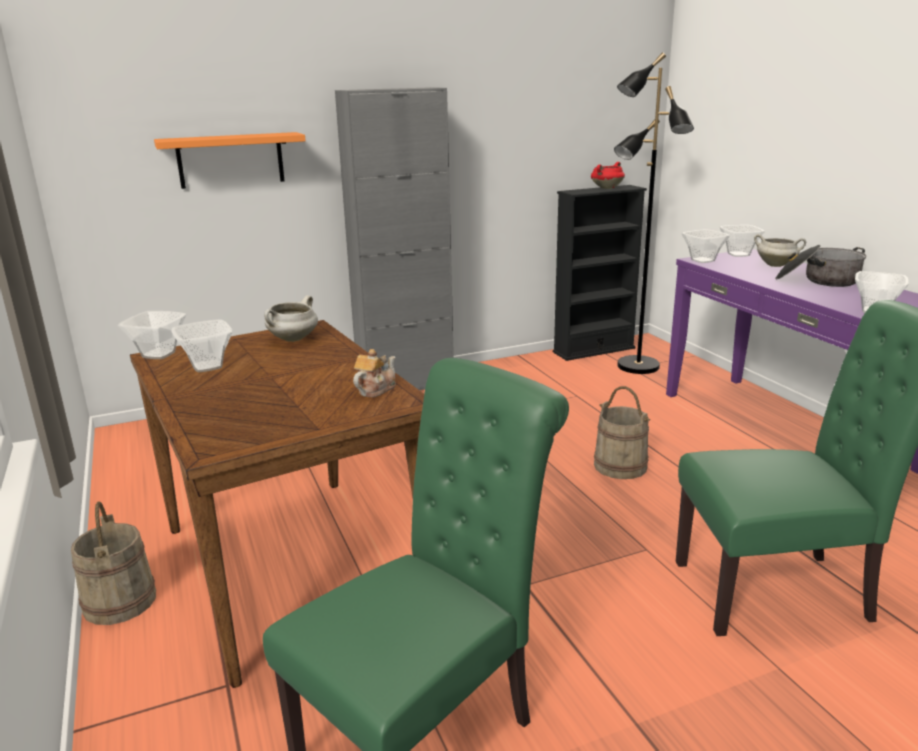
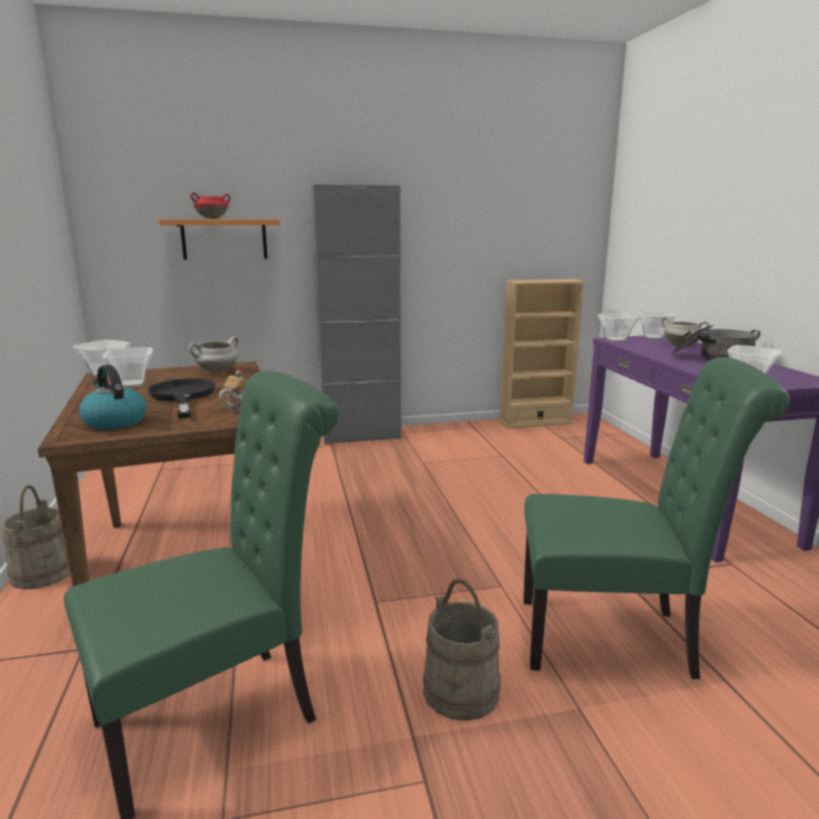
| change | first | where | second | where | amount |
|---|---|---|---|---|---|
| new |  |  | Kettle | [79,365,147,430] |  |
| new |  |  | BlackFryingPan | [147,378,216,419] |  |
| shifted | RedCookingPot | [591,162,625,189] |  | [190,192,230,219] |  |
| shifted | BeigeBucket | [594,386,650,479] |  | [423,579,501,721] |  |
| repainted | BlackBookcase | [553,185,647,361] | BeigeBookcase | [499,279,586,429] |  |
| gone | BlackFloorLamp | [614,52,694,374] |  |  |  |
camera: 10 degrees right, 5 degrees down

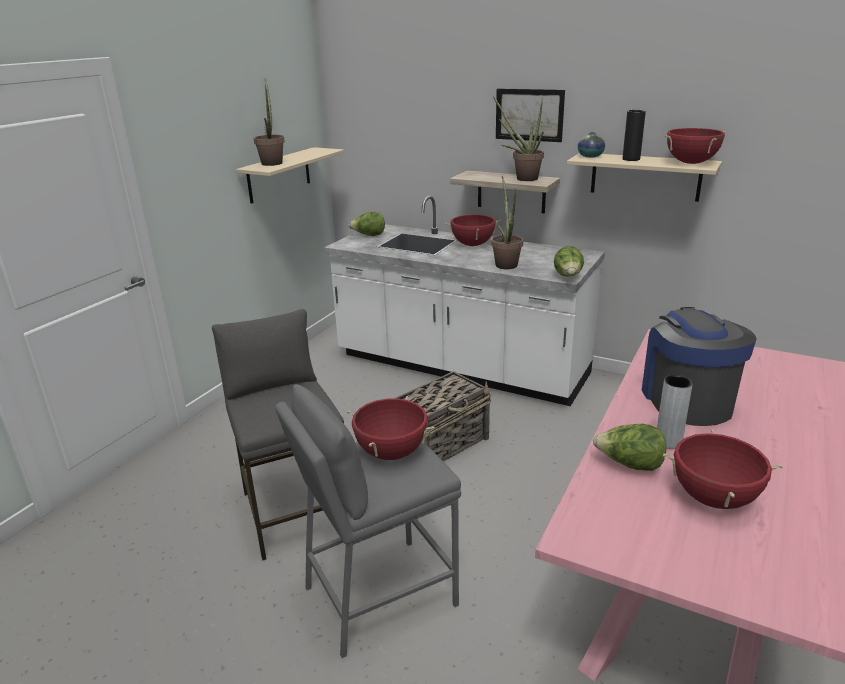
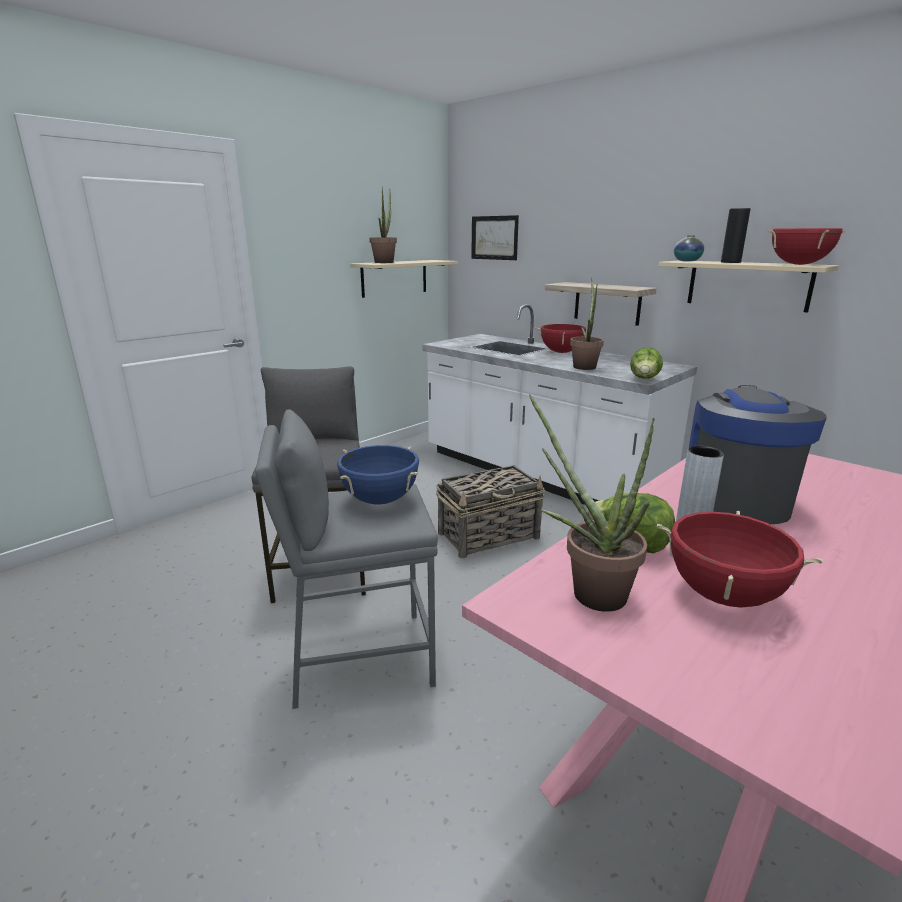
| change | first | where | second | where | amount |
|---|---|---|---|---|---|
| repainted | RedCookingPot | [347,396,434,460] | BlueCookingPot | [337,445,419,504] |  |
| shifted | Picture | [496,88,565,142] |  | [471,215,519,260] |  |
| shifted | PottedPlant | [493,96,544,181] |  | [529,395,655,612] |  |
| gone | Lettuce | [349,212,385,236] |  |  |  |
camera: 15 degrees right, 5 degrees down

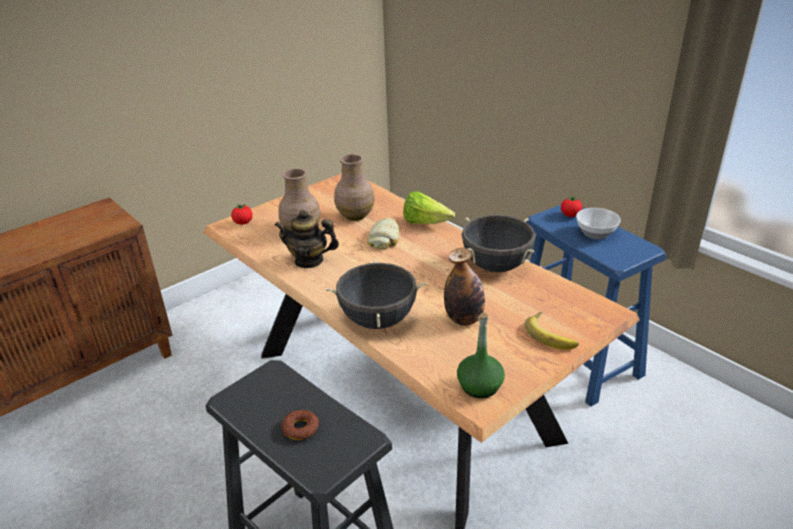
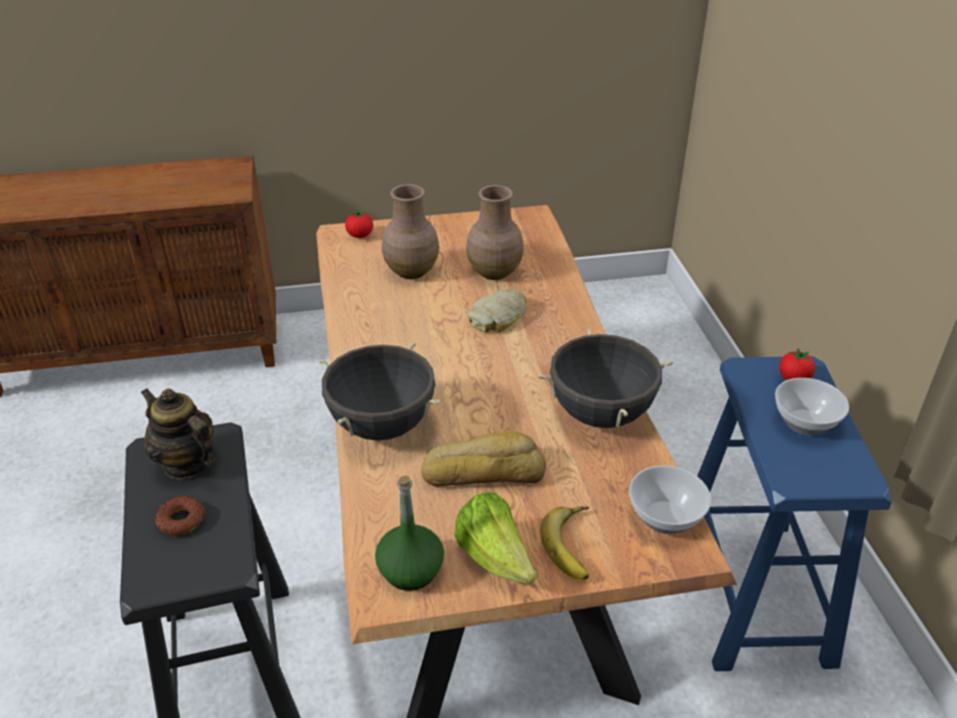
| change | first | where | second | where | amount |
|---|---|---|---|---|---|
| shifted | Teapot | [274,210,339,268] |  | [141,388,216,479] |  |
| swapped | Bottle | [444,248,485,326] | Bread | [421,431,546,486] |  |
| shifted | Lettuce | [403,191,455,224] |  | [454,492,537,584] |  |
| new |  |  | Bowl | [629,466,711,534] |  |
camera: 30 degrees right, 5 degrees up

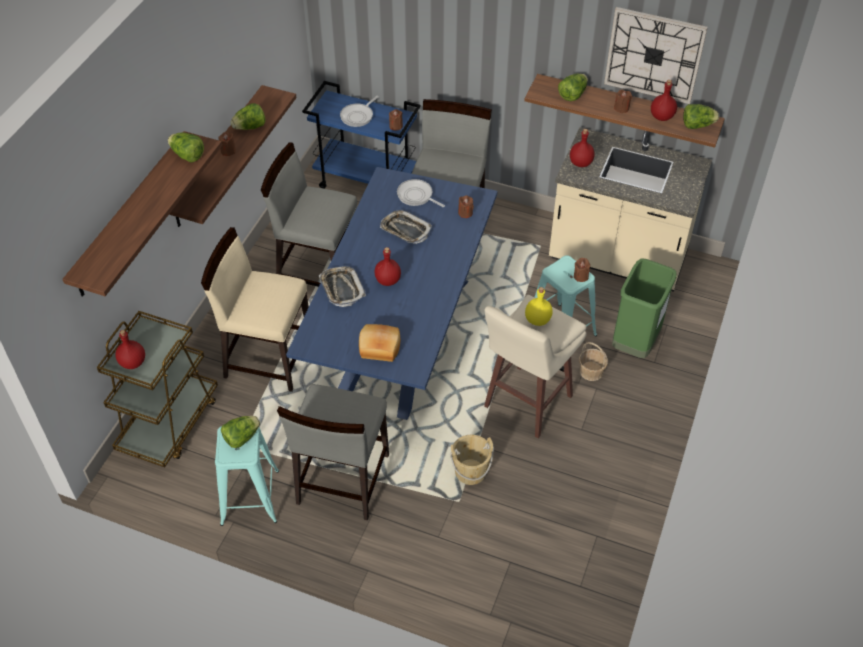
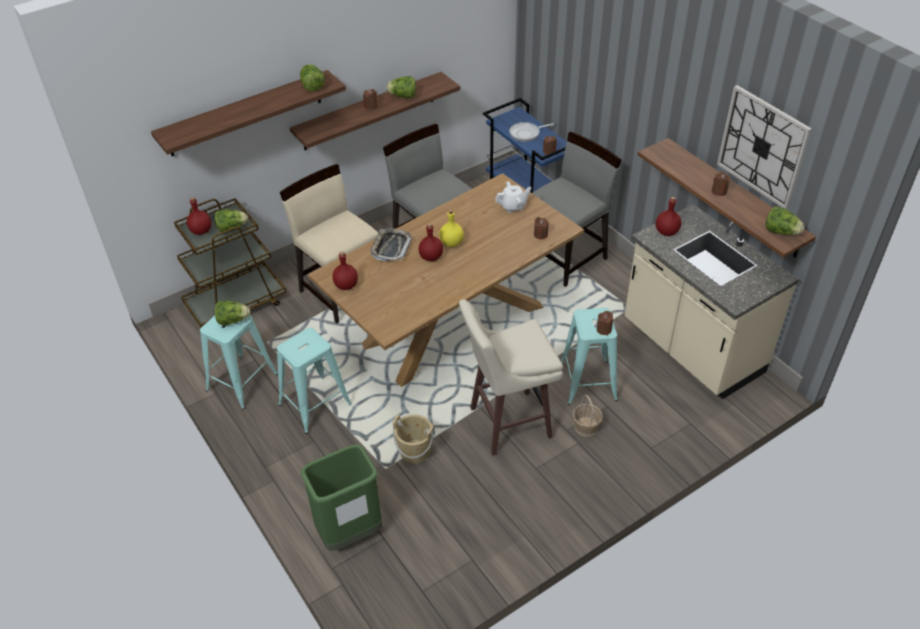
| change | first | where | second | where | amount |
|---|---|---|---|---|---|
| shifted | Lettuce | [558,73,588,101] |  | [215,209,248,232] |  |
| swapped | GreyChair | [277,384,389,520] | TurquoiseStool | [277,328,352,434] |  |
| shifted | GreenTrashCan | [612,259,677,358] |  | [301,444,382,551] |  |
| repainted | BlueDiningTable | [286,167,498,420] | BrownDiningTable | [308,173,584,387] |  |
| shifted | RedBottle | [651,80,677,121] |  | [333,251,358,290] |  |
| shifted | YellowBottle | [525,287,553,326] |  | [439,209,464,247] |  |
| swapped | FryingPan | [397,179,445,207] | WhiteTeapot | [495,182,531,213] |  |
| gone | Bread | [359,324,400,362] |  |  |  |
| gone | Tray | [380,210,432,244] |  |  |  |
camera: 35 degrees right, 5 degrees down

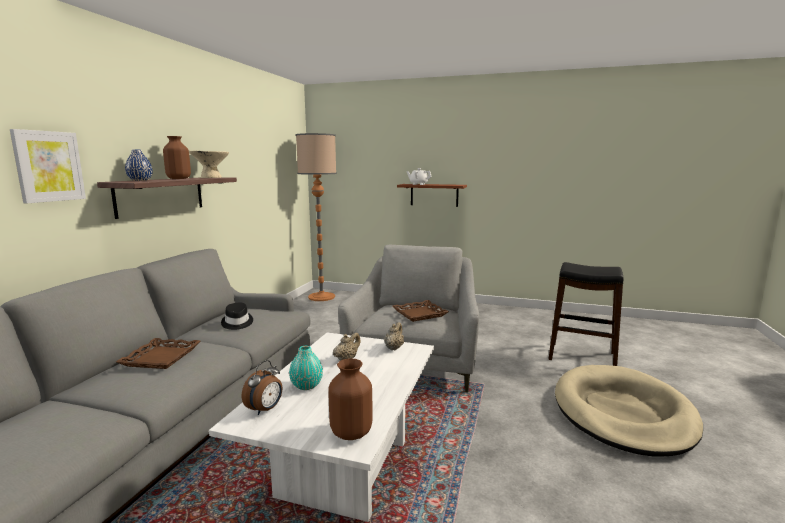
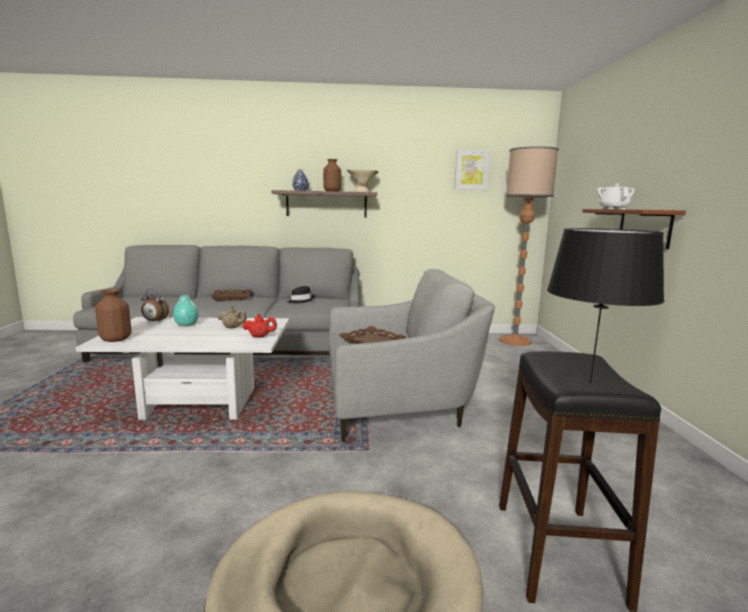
| change | first | where | second | where | amount |
|---|---|---|---|---|---|
| repainted | BeigeTeapot | [384,322,404,351] | RedTeapot | [243,314,277,338] |  |
| shifted | Picture | [10,129,86,203] |  | [455,149,491,190] |  |
| new |  |  | BlackTableLamp | [547,228,665,383] |  |
camera: 70 degrees right, 0 degrees up

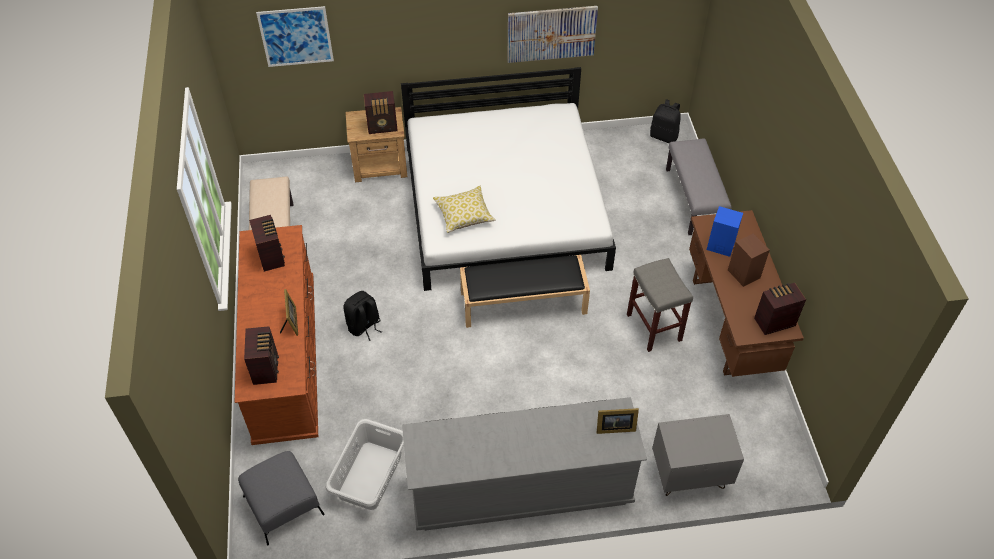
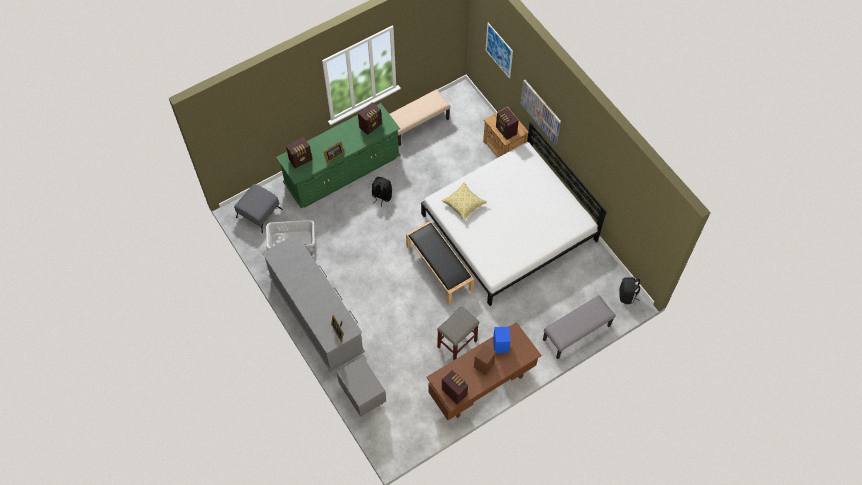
| change | first | where | second | where | amount |
|---|---|---|---|---|---|
| repainted | BrownDresser | [235,225,318,445] | GreenDresser | [276,103,400,208] |  |
| shifted | Picture | [507,6,598,63] |  | [520,80,561,145] |  |
camera: 65 degrees right, 10 degrees up

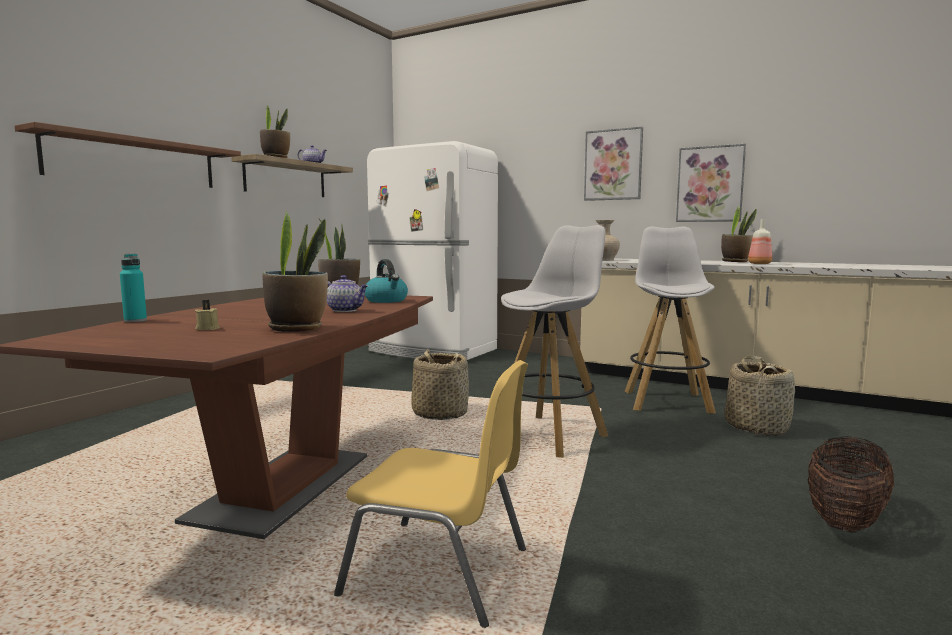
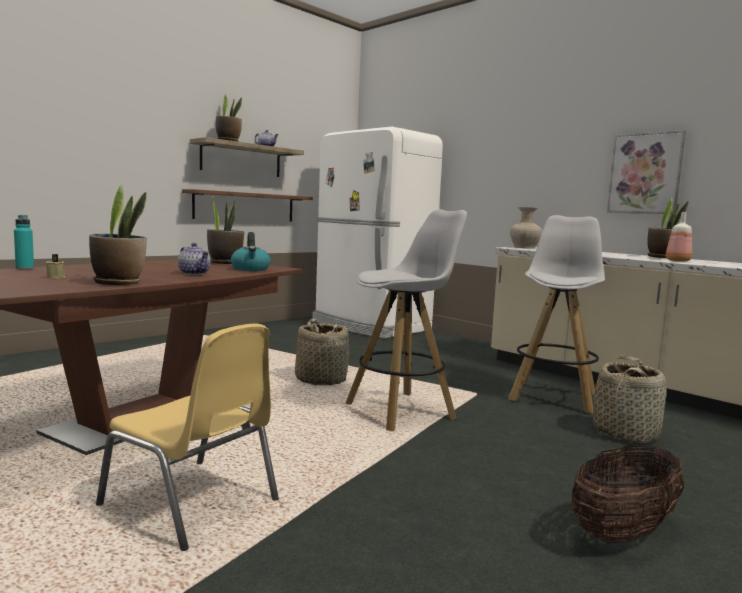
| change | first | where | second | where | amount |
|---|---|---|---|---|---|
| shifted | BrownShelf | [15,122,241,188] |  | [182,189,313,221] |  |
| gone | Picture | [584,127,643,201] |  |  |  |
camera: 15 degrees right, 0 degrees up

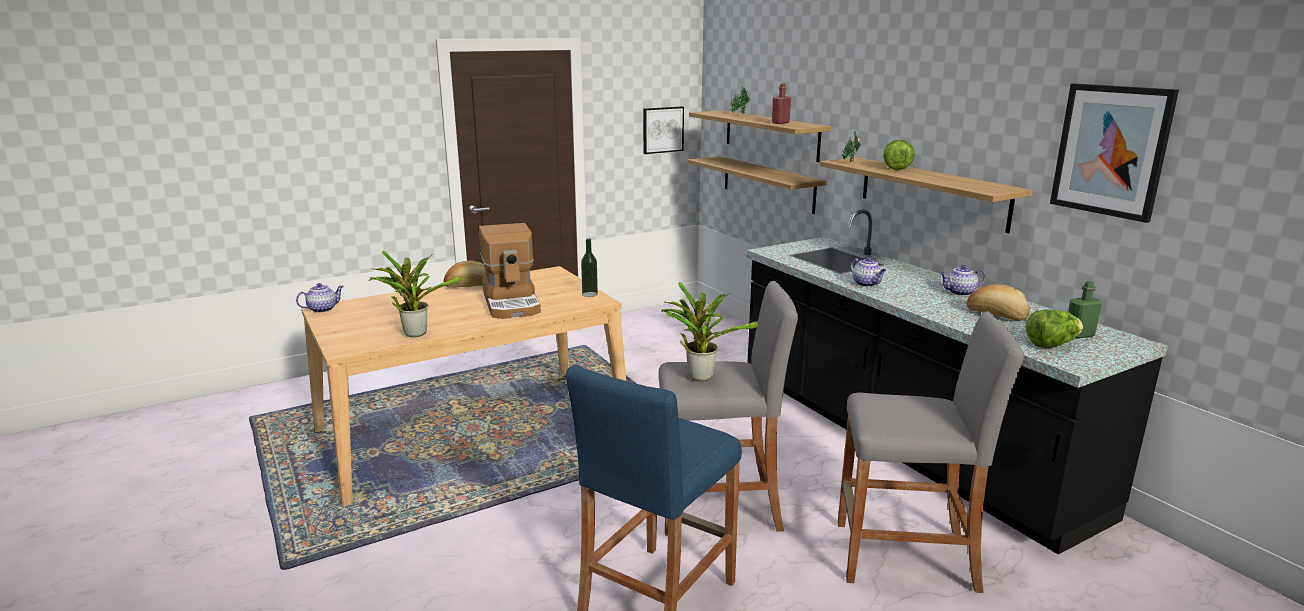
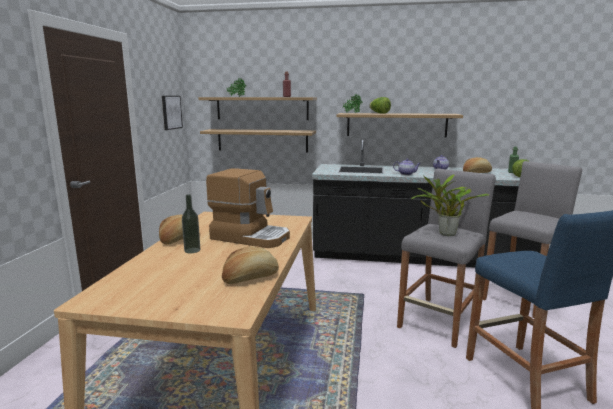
| change | first | where | second | where | amount |
|---|---|---|---|---|---|
| shifted | Bottle | [581,239,598,297] |  | [182,194,200,253] |  |
| swapped | PottedPlant | [368,251,462,337] | Bread | [222,247,279,284] |  |
| gone | Teapot | [296,283,343,313] |  |  |  |
| gone | Picture | [1050,83,1179,223] |  |  |  |
camera: 50 degrees left, 5 degrees down

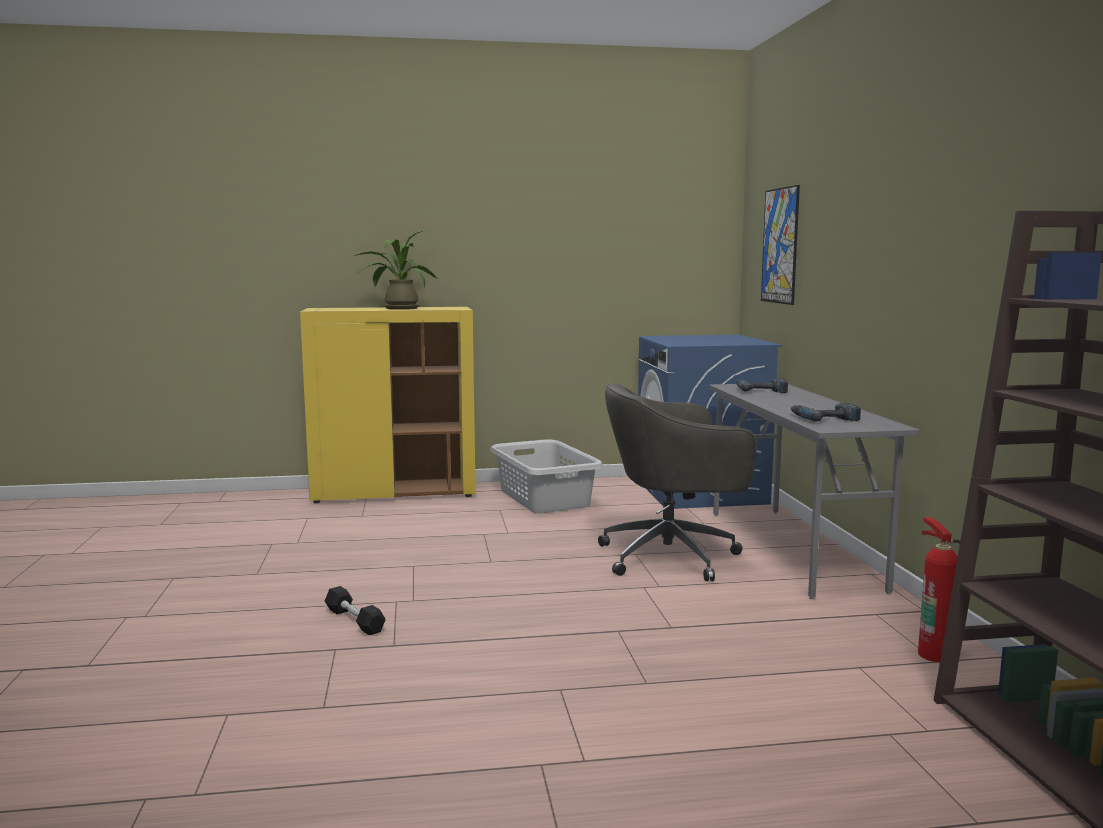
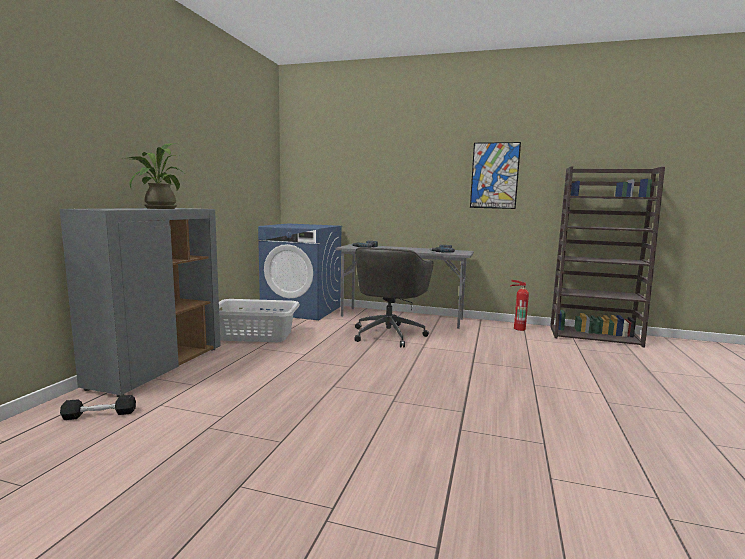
| change | first | where | second | where | amount |
|---|---|---|---|---|---|
| repainted | YellowCabinet | [300,307,476,503] | GreyCabinet | [60,208,221,397] |  |
| shifted | BlackDumbbell | [325,586,386,635] |  | [60,395,136,420] |  |
| shifted | Picture | [761,185,800,305] |  | [470,142,521,209] |  |
camera: 65 degrees left, 0 degrees up

